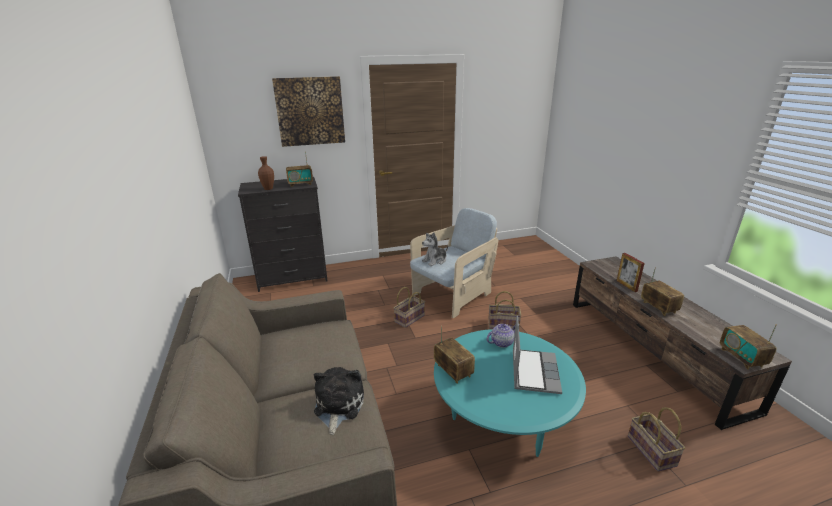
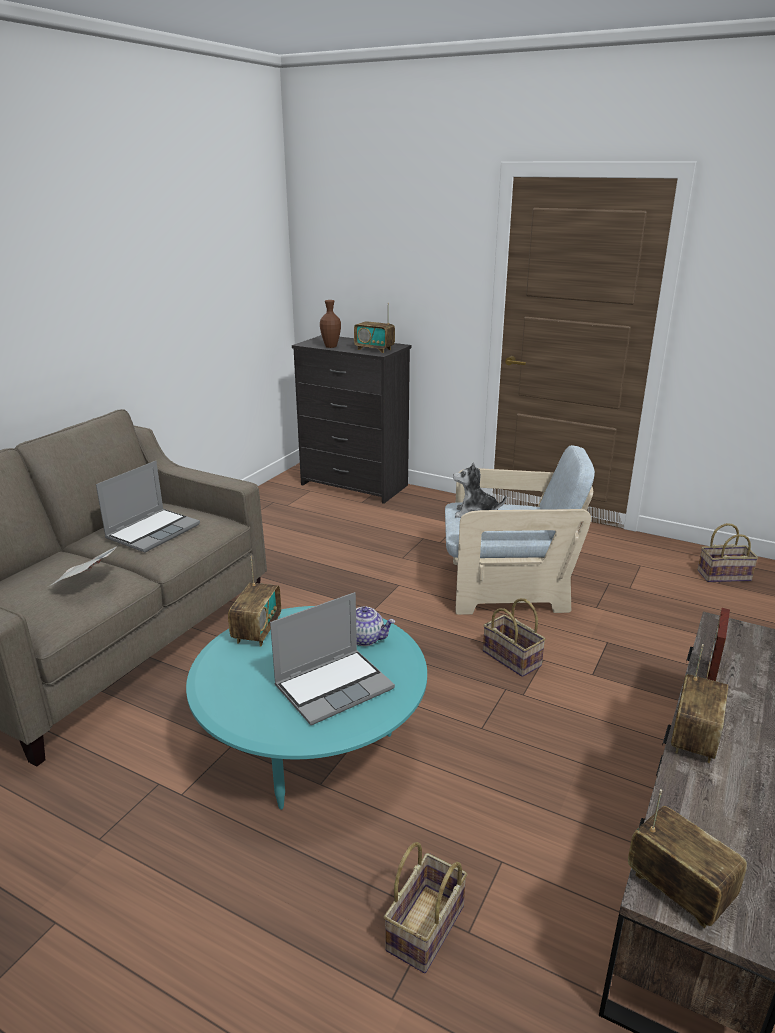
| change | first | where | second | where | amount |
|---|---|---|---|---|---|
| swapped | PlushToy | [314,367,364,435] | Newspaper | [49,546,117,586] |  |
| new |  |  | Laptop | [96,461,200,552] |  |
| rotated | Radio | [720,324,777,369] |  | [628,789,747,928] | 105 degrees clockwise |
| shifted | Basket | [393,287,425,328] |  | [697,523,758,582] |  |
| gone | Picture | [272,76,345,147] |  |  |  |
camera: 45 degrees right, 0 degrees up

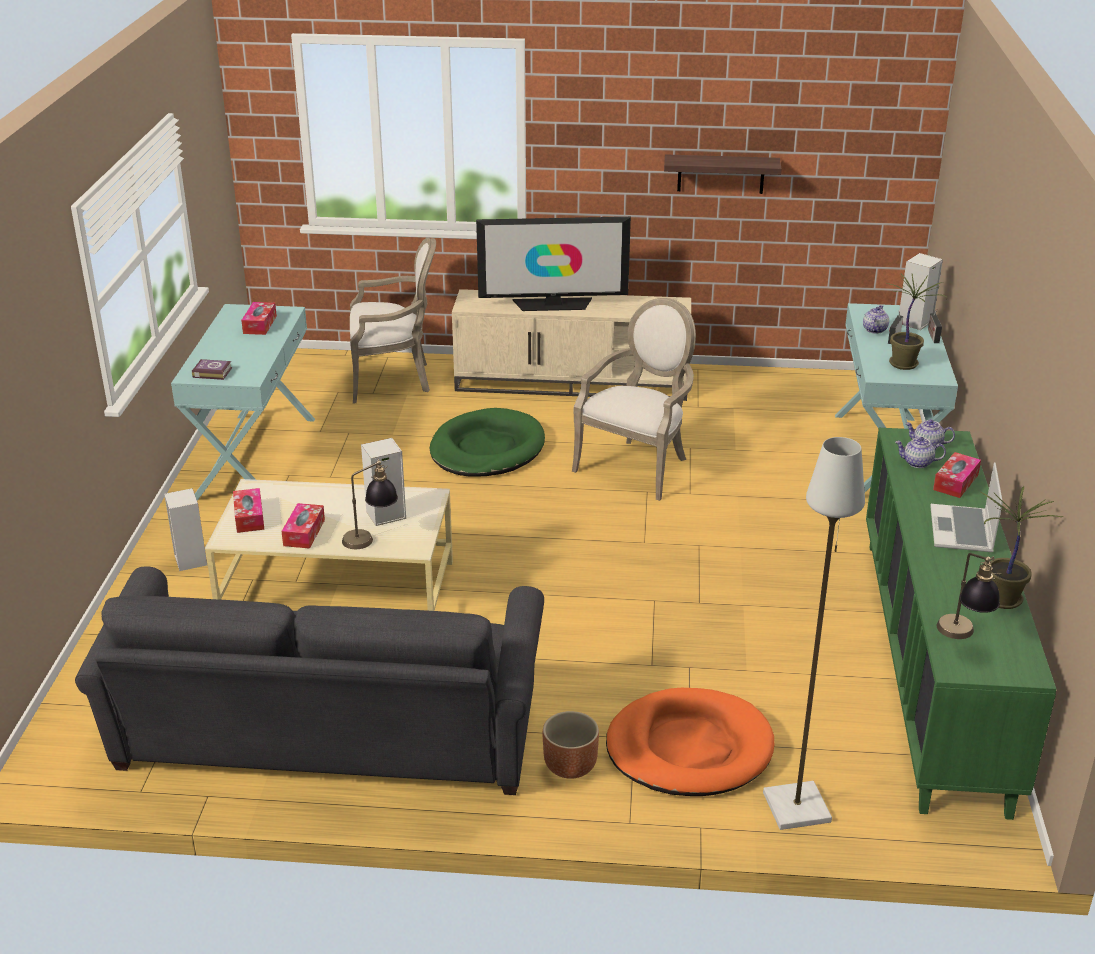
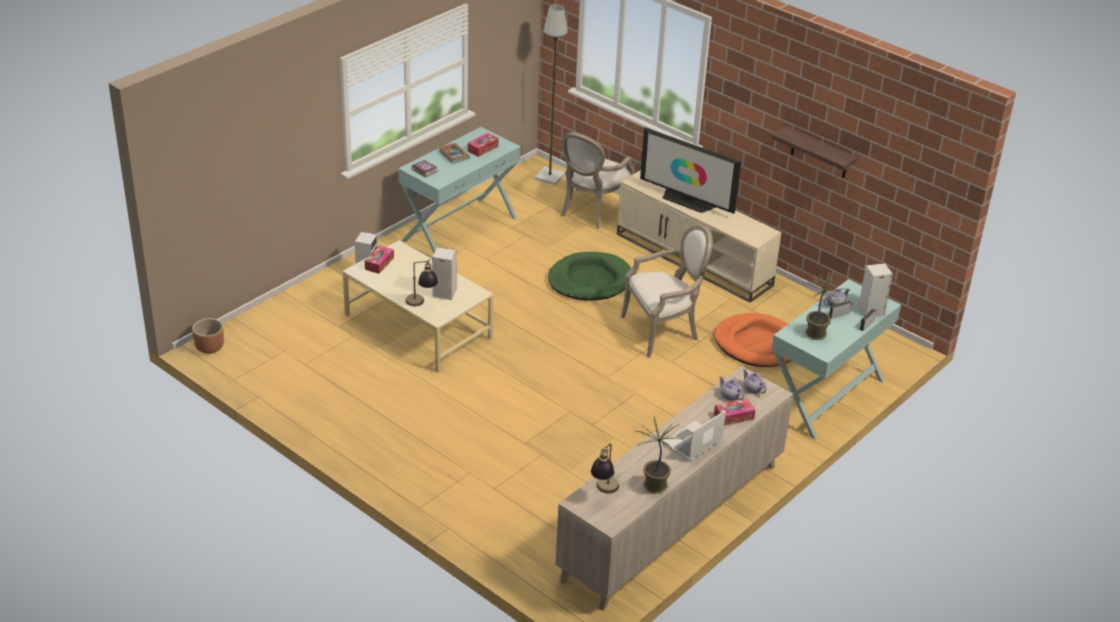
| change | first | where | second | where | amount |
|---|---|---|---|---|---|
| shifted | BrownPlanter | [543,711,599,779] |  | [192,318,224,354] |  |
| new |  |  | Book | [439,143,470,164] |  |
| shifted | GreyFloorLamp | [763,437,865,830] |  | [534,4,568,185] |  |
| repainted | GreenCabinet | [866,428,1056,820] | BeigeCabinet | [555,366,793,611] |  |
| rotated | Armchair | [350,238,436,404] |  | [560,132,635,229] | 90 degrees clockwise |
| shifted | OrangeDogBed | [606,688,774,796] |  | [714,313,791,367] |  |
| gone | GreySofa | [75,566,544,795] |  |  |  |
| gone | TissueBox | [281,503,325,549] |  |  |  |
camera: 35 degrees right, 5 degrees up

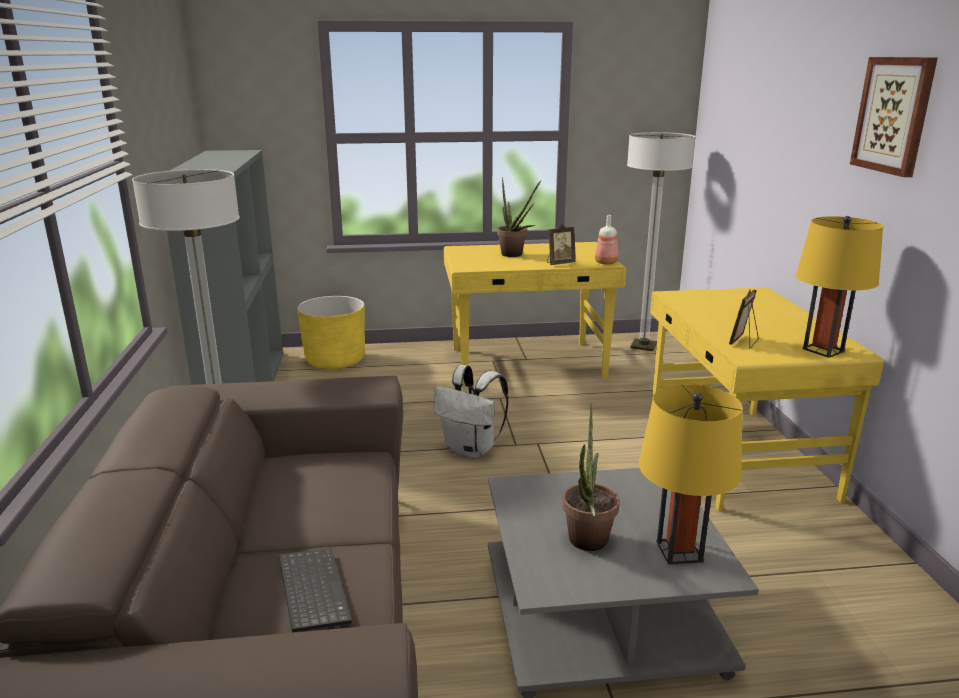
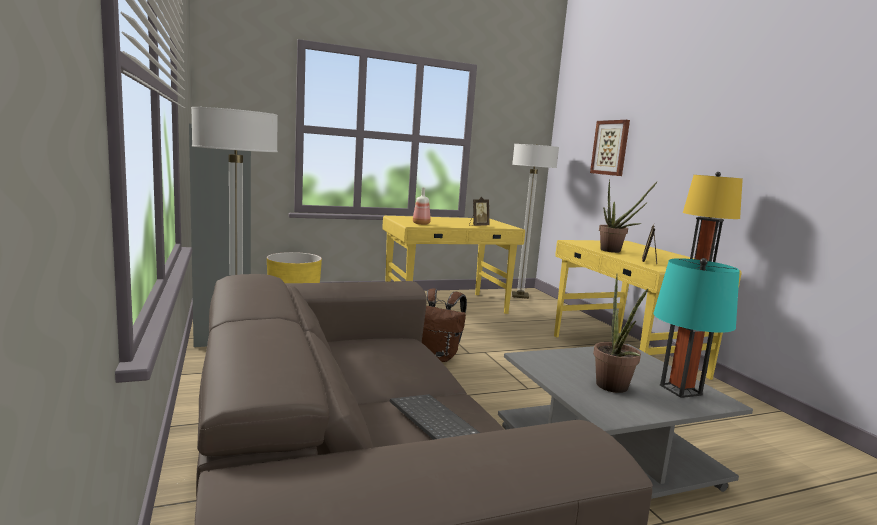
| change | first | where | second | where | amount |
|---|---|---|---|---|---|
| shifted | Bottle | [595,215,619,264] |  | [413,187,430,225] |  |
| repainted | WhiteBackpack | [434,365,509,458] | BrownBackpack | [422,288,467,362] |  |
| shifted | Picture | [850,57,938,177] |  | [590,120,630,176] |  |
| shifted | PottedPlant | [497,177,541,257] |  | [599,179,657,253] |  |
| repainted | YellowTableLamp | [639,384,743,565] | TurquoiseTableLamp | [653,258,740,398] |  |
camera: 15 degrees left, 10 degrees down

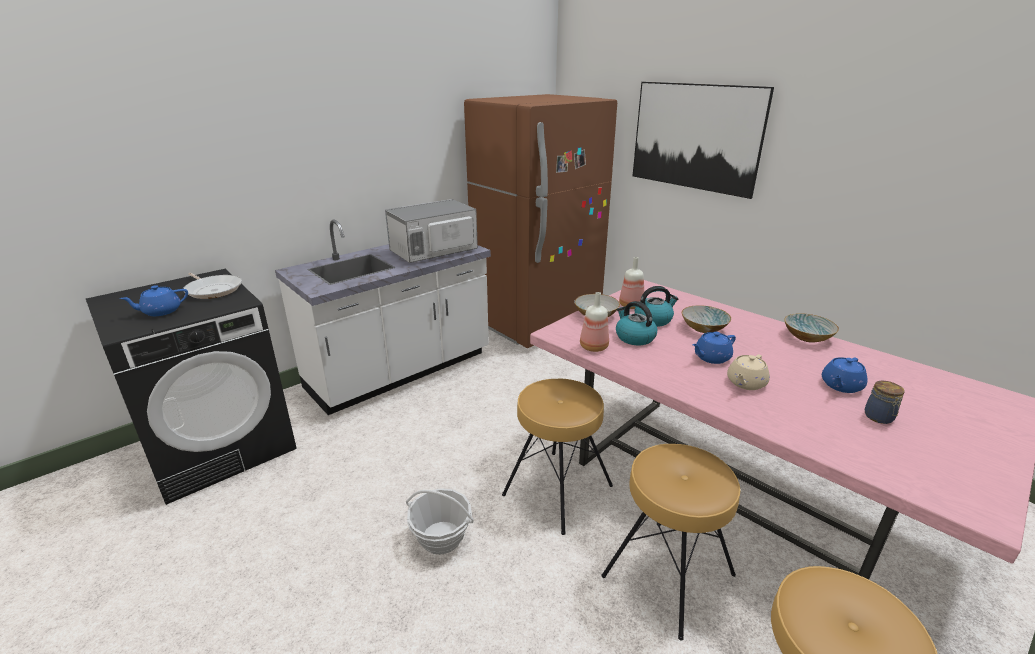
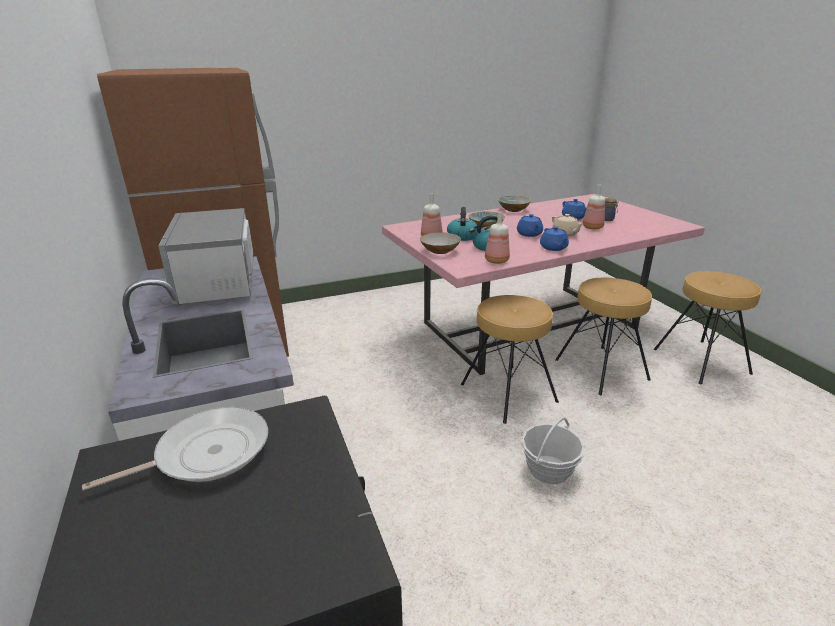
| change | first | where | second | where | amount |
|---|---|---|---|---|---|
| shifted | BlueTeapot | [120,285,188,316] |  | [540,226,569,251] |  |
| new |  |  | Bottle | [583,185,605,229] |  |
| gone | Picture | [633,82,774,199] |  |  |  |
camera: 70 degrees left, 0 degrees up

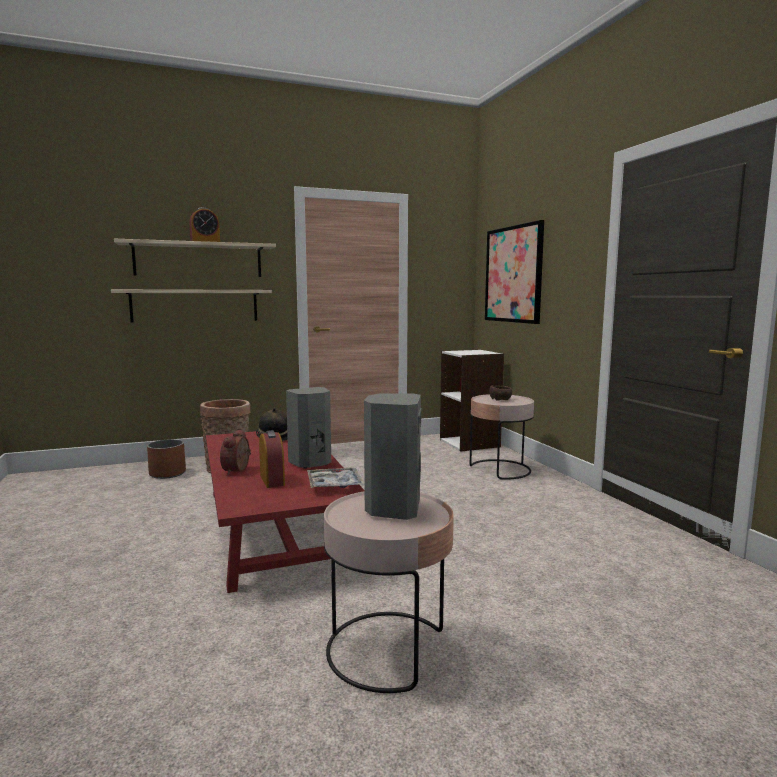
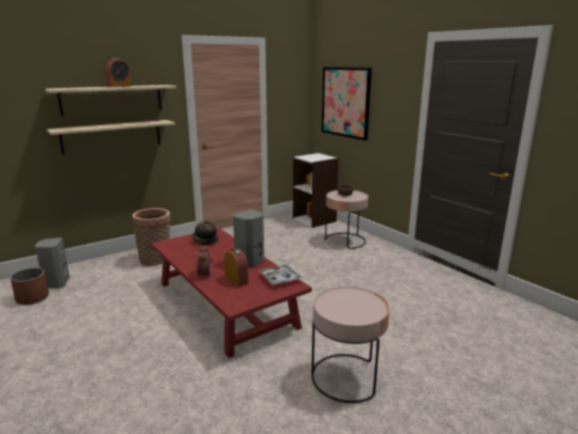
| change | first | where | second | where | amount |
|---|---|---|---|---|---|
| shifted | BrownPlanter | [147,439,186,479] |  | [10,268,49,305] |  |
| shifted | GreySpeaker | [364,393,421,520] |  | [35,238,70,288] |  |
camera: 15 degrees left, 10 degrees up

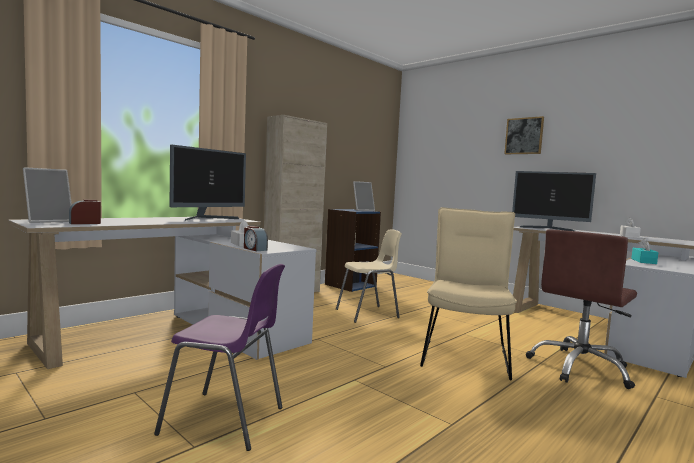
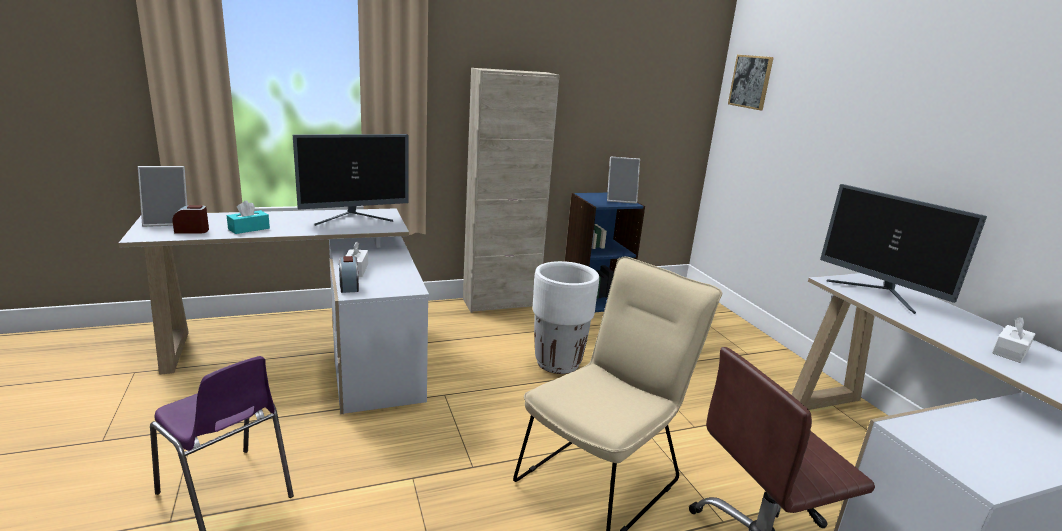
| change | first | where | second | where | amount |
|---|---|---|---|---|---|
| shifted | TurquoiseTissueBox | [631,238,659,264] |  | [227,200,270,234] |  |
| swapped | BeigeChair | [336,229,402,323] | WhitePlanter | [533,261,599,374] |  |
| shifted | Picture | [504,116,544,154] |  | [728,55,774,110] |  |
camera: 25 degrees right, 15 degrees up

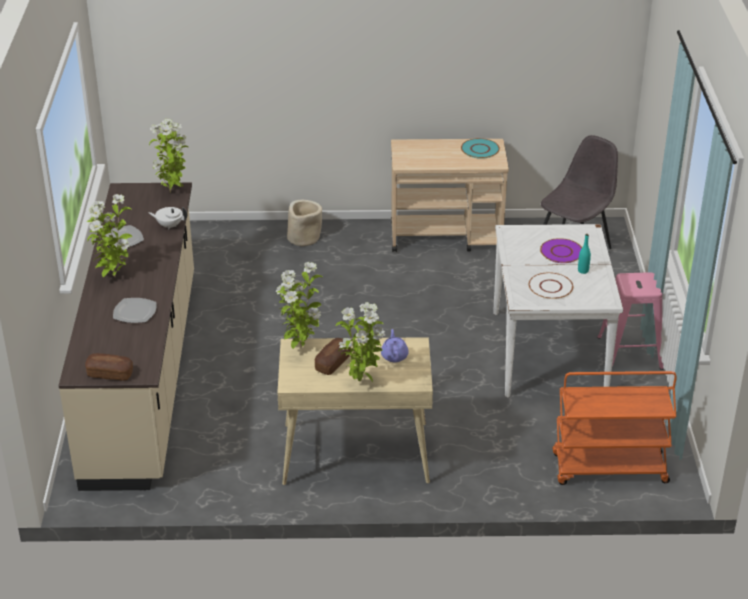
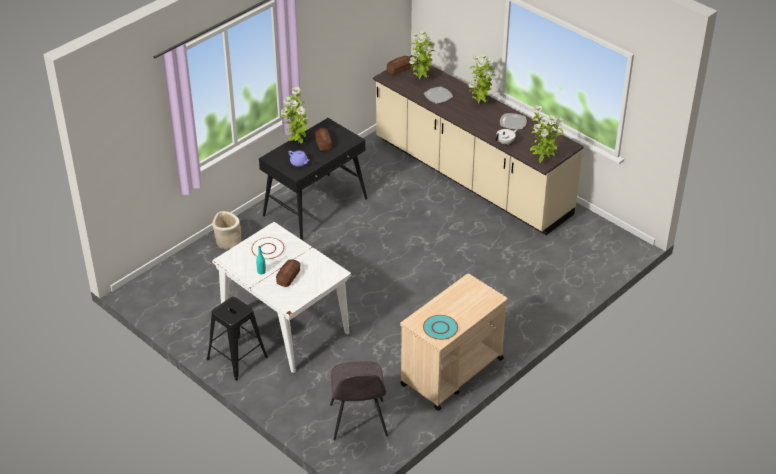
| change | first | where | second | where | amount |
|---|---|---|---|---|---|
| repainted | PinkStool | [597,272,664,370] | BlackStool | [206,297,268,381] |  |
| shifted | BeigePlanter | [287,200,322,246] |  | [212,211,241,249] |  |
| repainted | BeigeDesk | [277,337,433,485] | BlackDesk | [259,118,367,240] |  |
| swapped | PurplePlate | [540,238,582,263] | Bread | [276,259,300,287] |  |
| shifted | PottedPlant | [276,262,323,349] |  | [409,30,435,80] |  |
| gone | OrangeCart | [553,371,677,485] |  |  |  |
camera: 135 degrees right, 5 degrees up

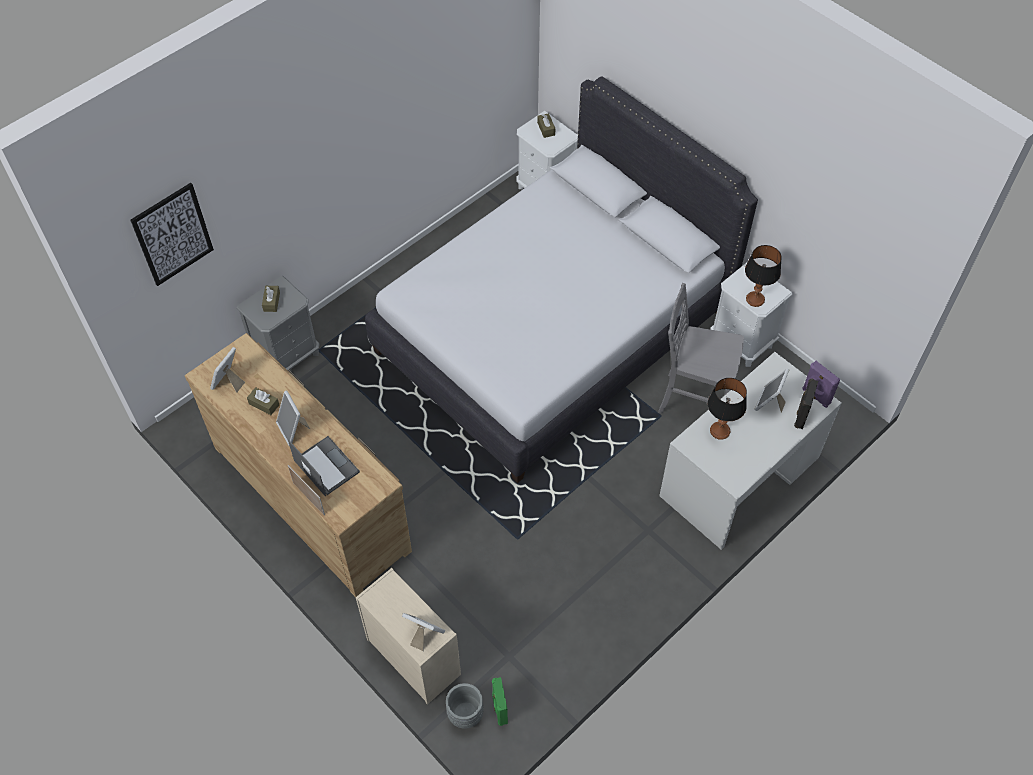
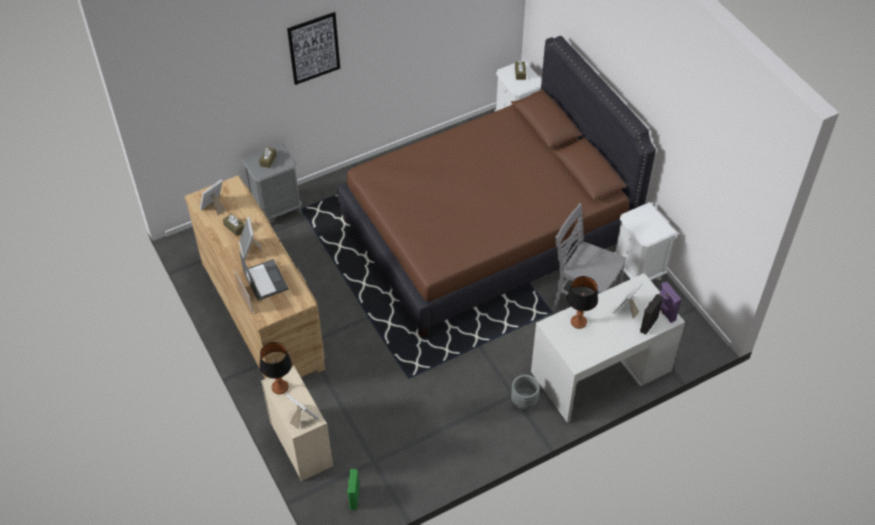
| change | first | where | second | where | amount |
|---|---|---|---|---|---|
| shifted | TableLamp | [745,245,782,307] |  | [259,342,292,394] |  |
| shifted | Picture | [130,183,214,286] |  | [287,12,340,85] |  |
| repainted | WhiteBed | [365,76,758,483] | BrownBed | [337,36,656,338] |  |
| shifted | GreyPlanter | [446,683,483,729] |  | [511,375,540,410] |  |
camera: 15 degrees right, 5 degrees down

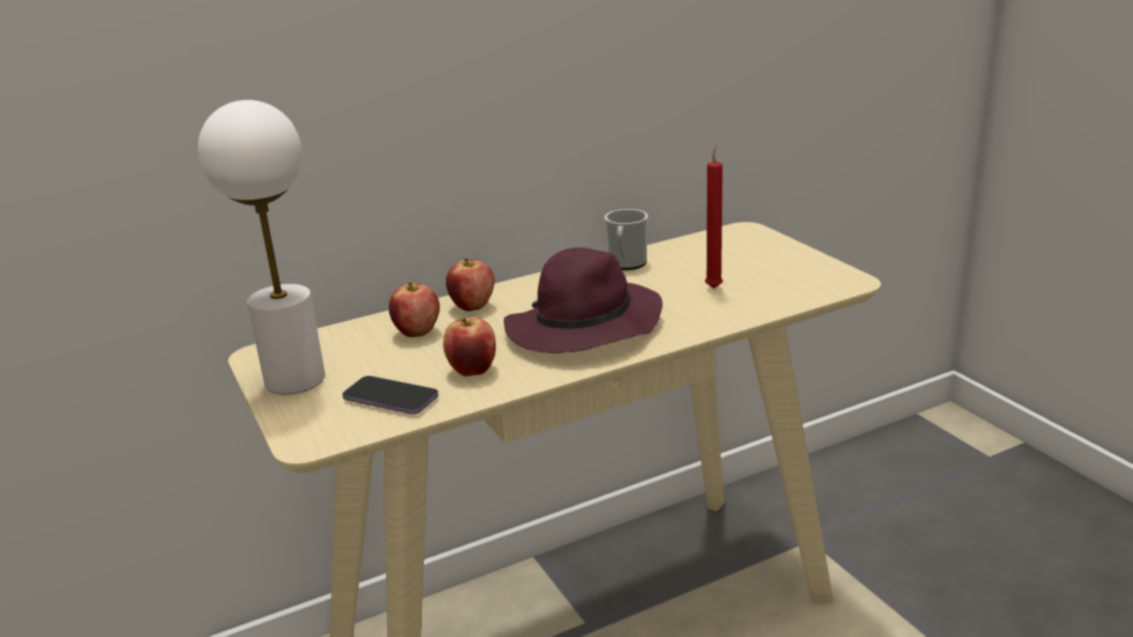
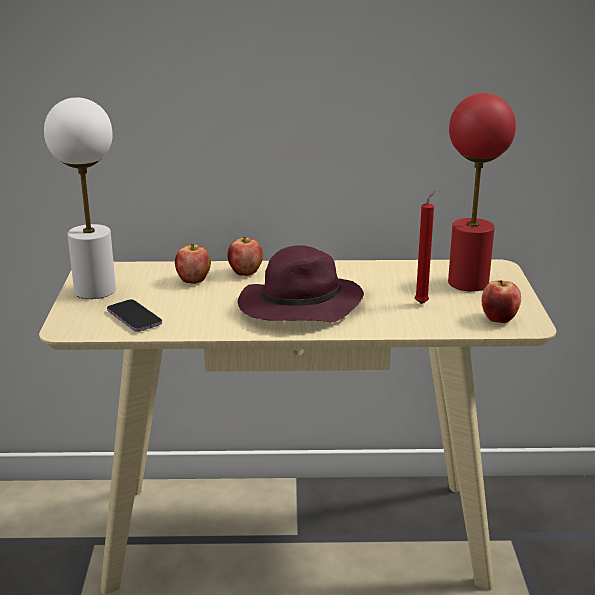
| change | first | where | second | where | amount |
|---|---|---|---|---|---|
| new |  |  | RedTableLamp | [448,93,516,292] |  |
| shifted | Apple | [443,317,496,377] |  | [482,280,521,323] |  |
| gone | Mug | [604,209,648,270] |  |  |  |
camera: 25 degrees right, 0 degrees up

